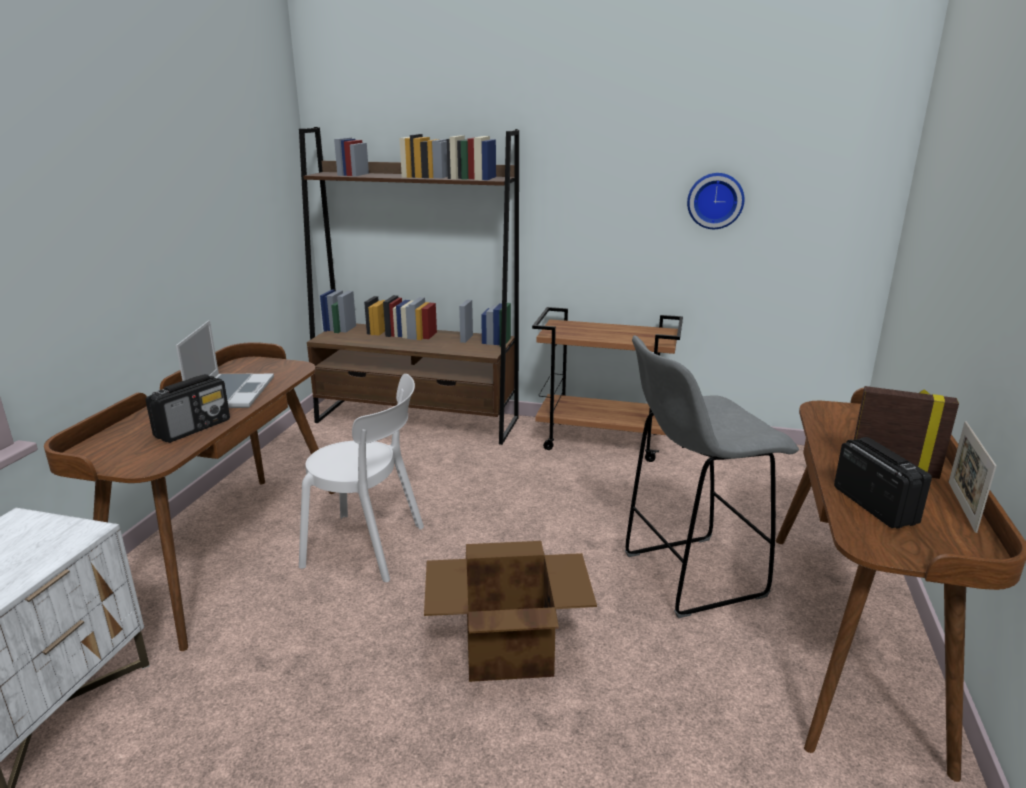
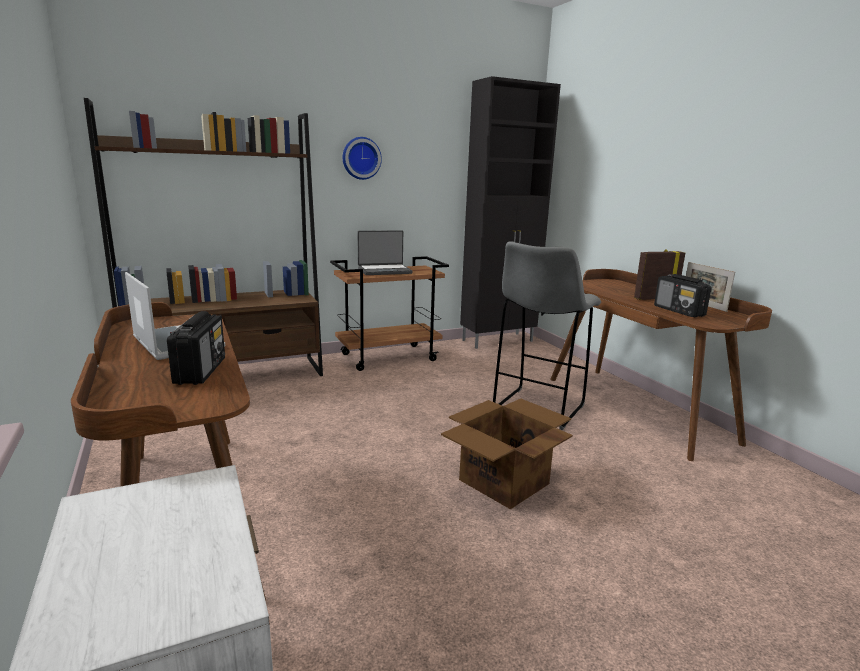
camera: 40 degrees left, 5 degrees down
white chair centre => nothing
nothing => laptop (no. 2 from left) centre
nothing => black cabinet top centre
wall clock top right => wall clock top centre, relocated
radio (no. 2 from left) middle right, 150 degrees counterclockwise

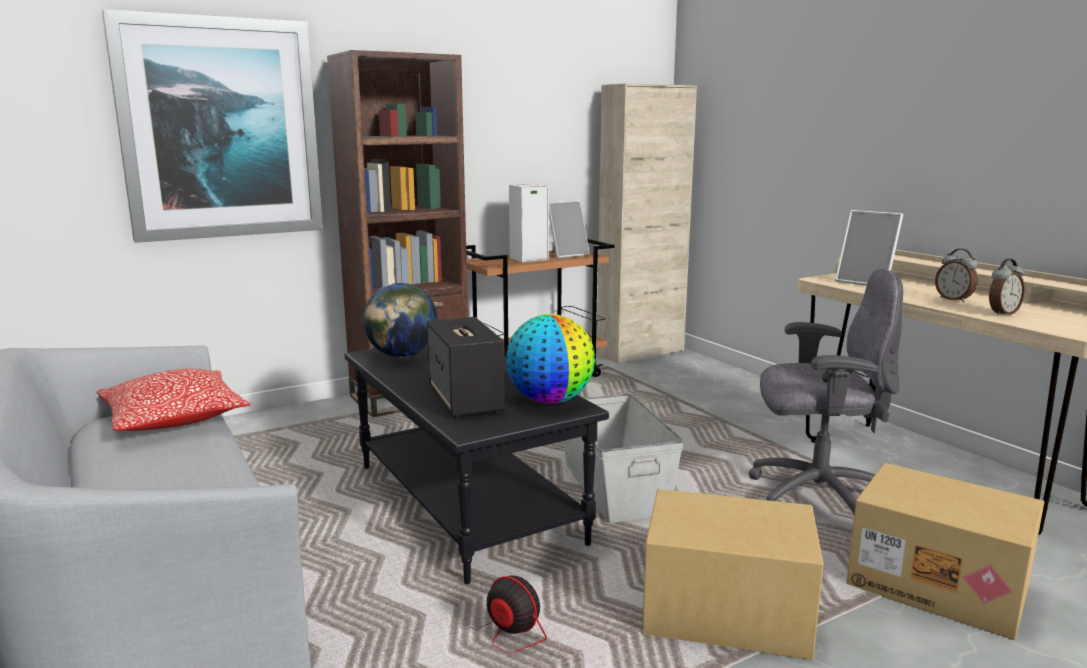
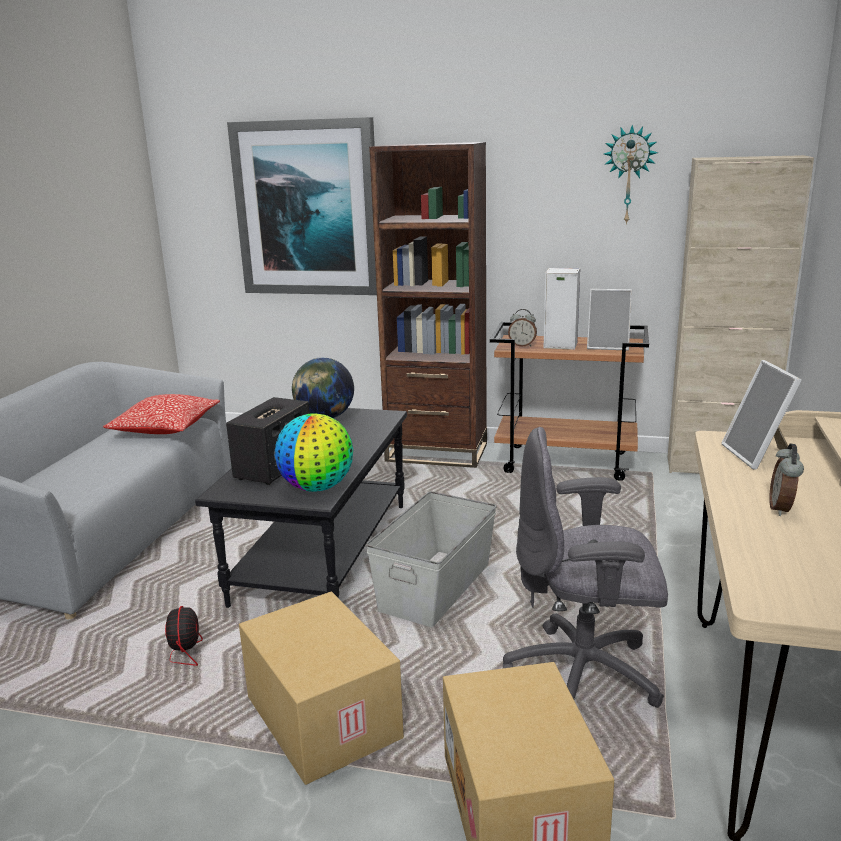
camera: 45 degrees right, 5 degrees up
nothing => wall clock top right
alarm clock (no. 2 from left in the first image) middle right => alarm clock (no. 1 from left) centre, relocated
grey office chair middle right => grey office chair bottom right, 135 degrees clockwise

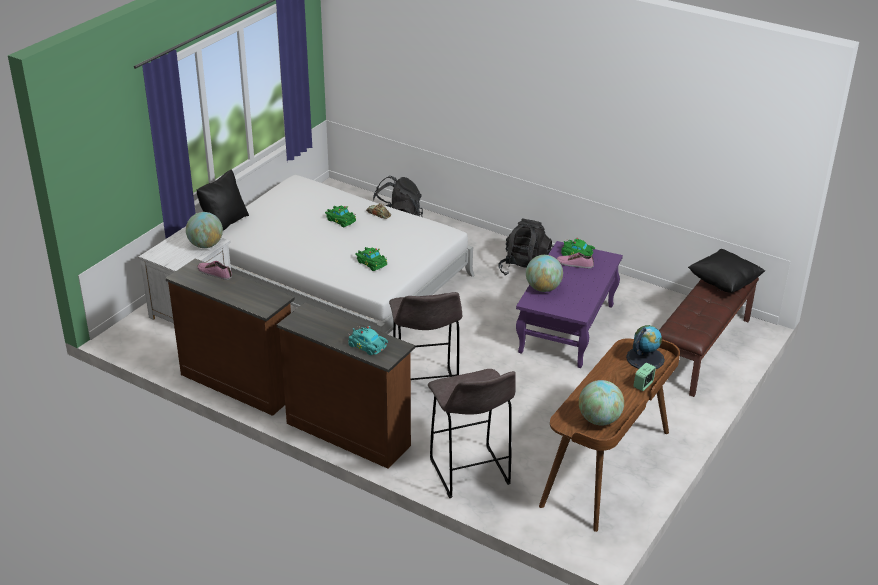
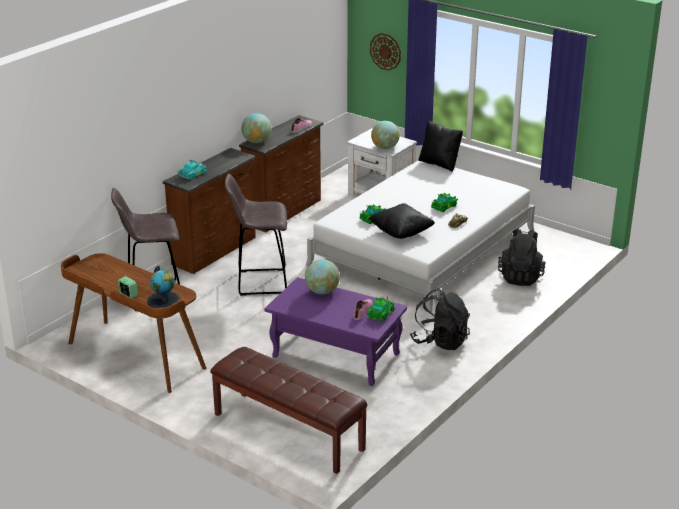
camera: 95 degrees right, 5 degrees down
nothing => wall clock top centre
globe (no. 3 from left in the first image) bottom right => globe (no. 2 from left) top centre, relocated
black pillow (no. 2 from left in the first image) middle right => black pillow (no. 1 from left) centre, relocated

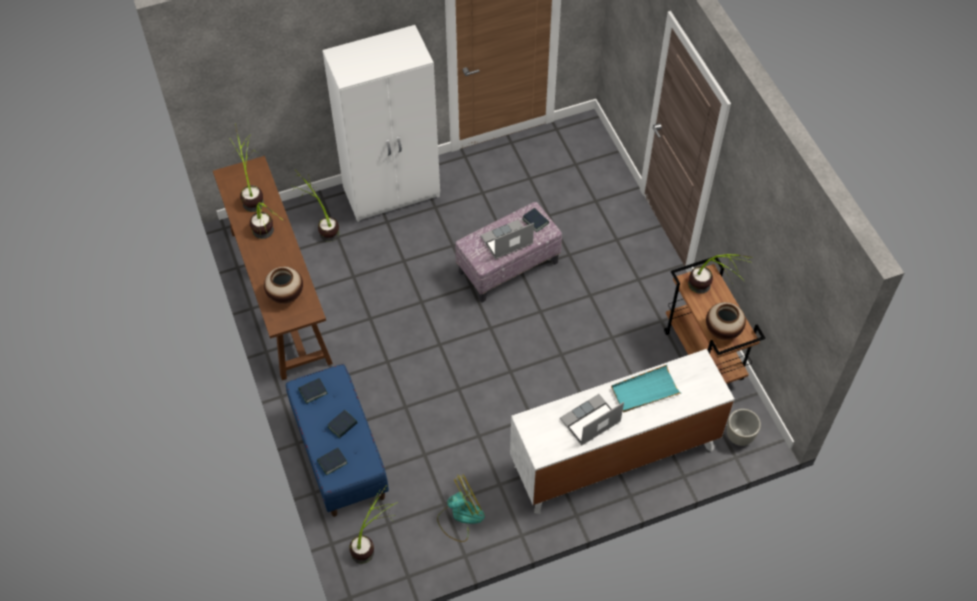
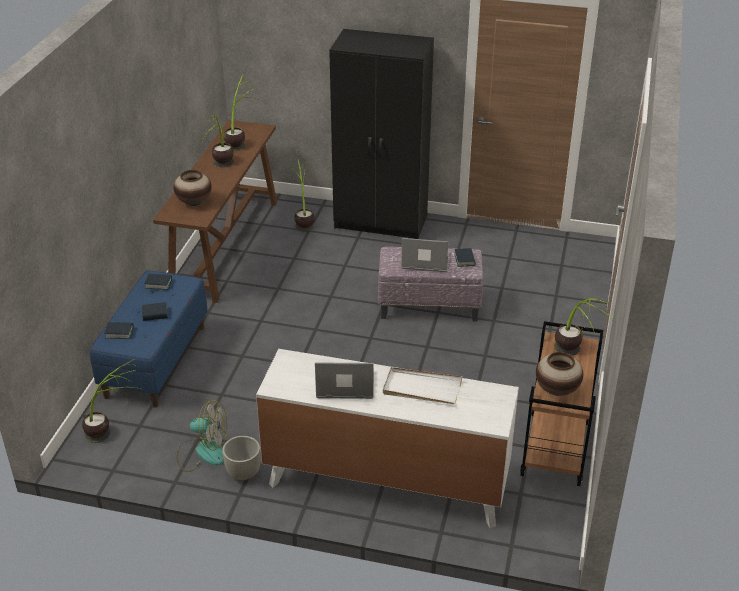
camera: 35 degrees right, 20 degrees down
grey planter bottom right => grey planter bottom left, relocated
white wardrobe top centre => black wardrobe top centre
turquoise tray centre => white tray centre

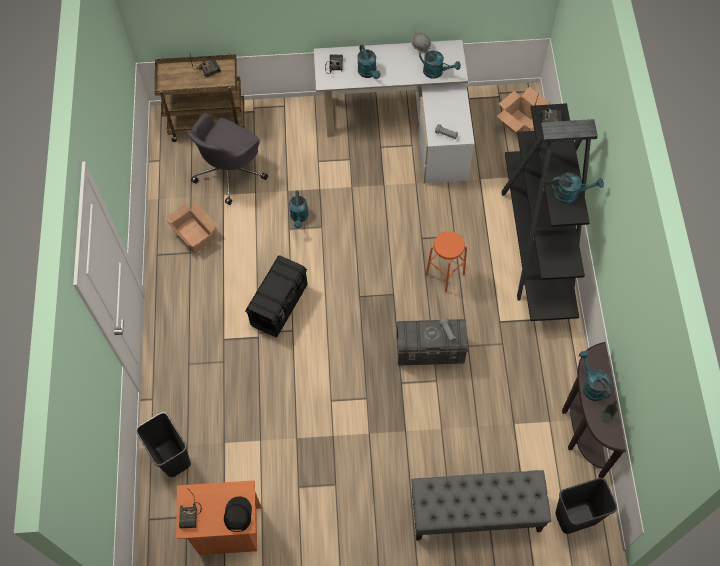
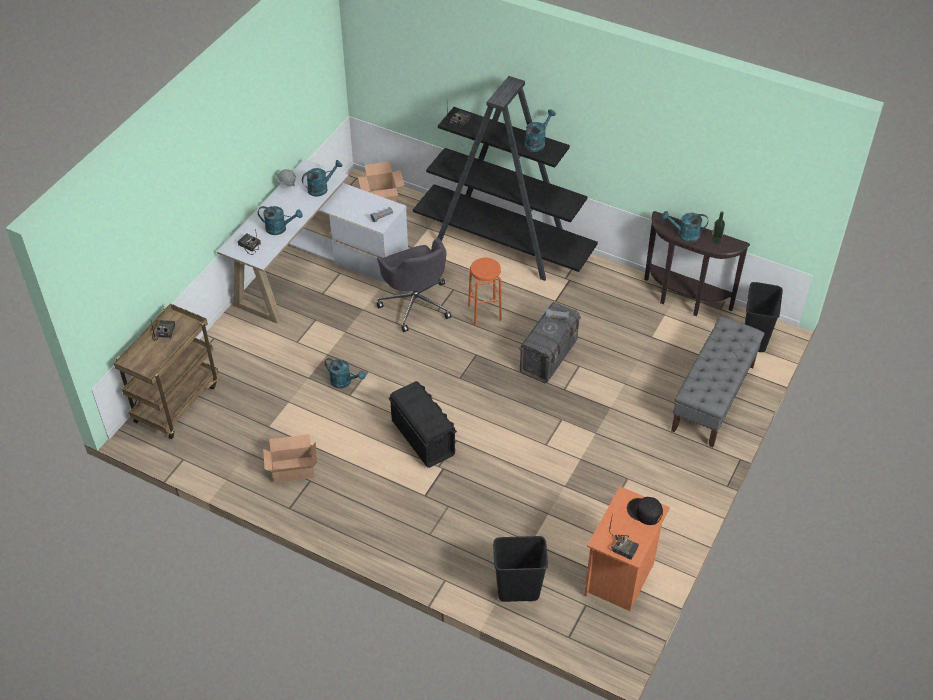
camera: 60 degrees left, 15 degrees down
grey office chair top left => grey office chair centre, relocated

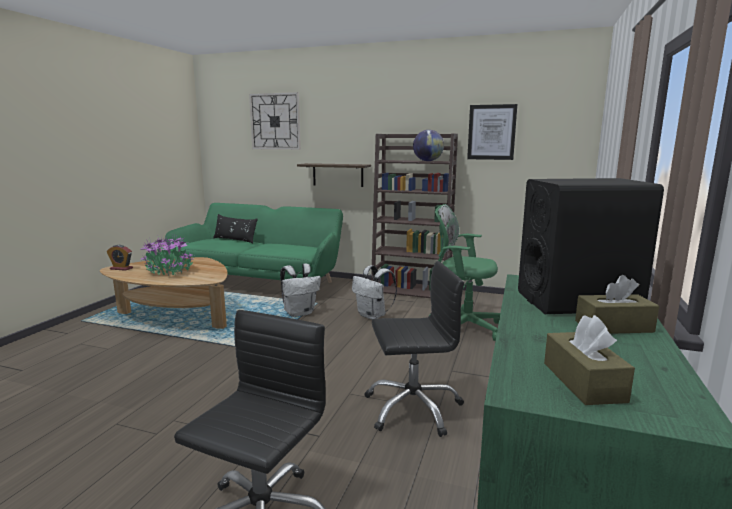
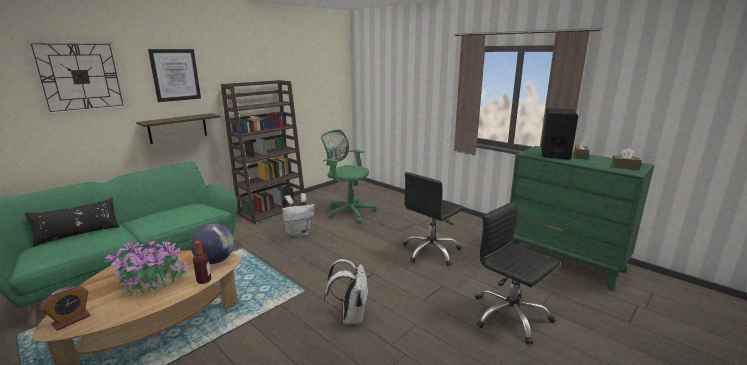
camera: 65 degrees left, 5 degrees up
nothing => bottle bottom left
white backpack (no. 1 from left in the first image) centre => white backpack (no. 2 from left) bottom centre, relocated
globe top centre => globe middle left, relocated
picture top right => picture top left, relocated
black office chair (no. 2 from left in the first image) bottom centre => black office chair (no. 1 from left) centre, 150 degrees counterclockwise
green office chair centre, 75 degrees clockwise

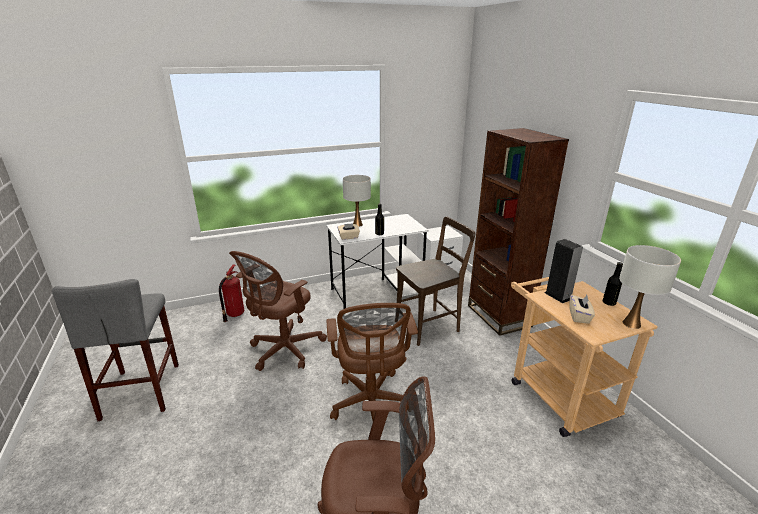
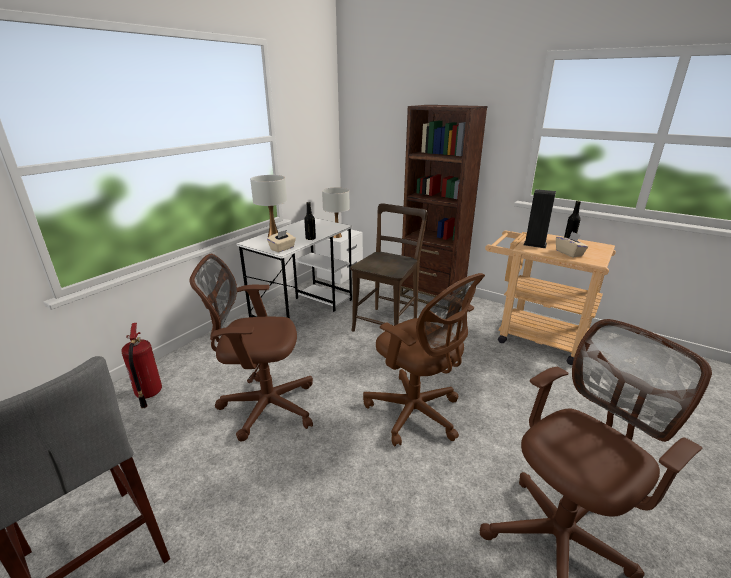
camera: 35 degrees left, 0 degrees up
white table lamp (no. 2 from left) middle right => white table lamp (no. 2 from left) centre, relocated
brown office chair (no. 1 from left) centre, 90 degrees clockwise

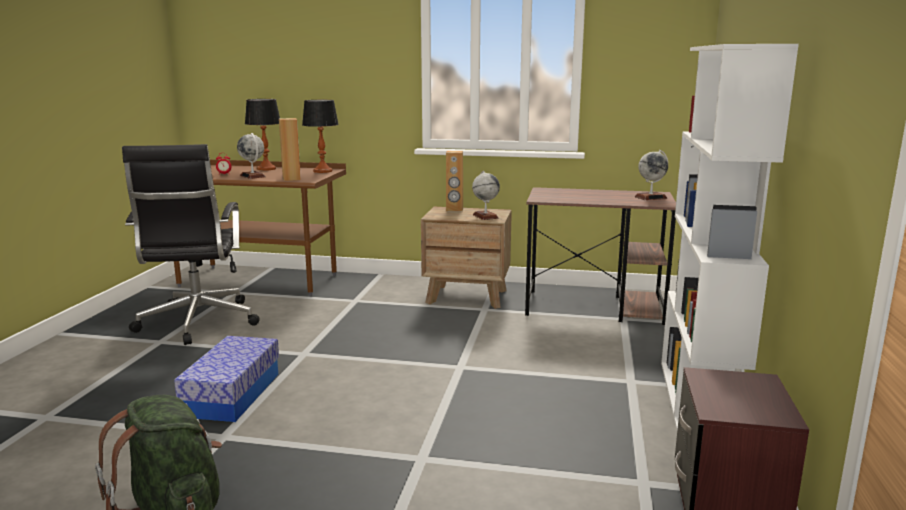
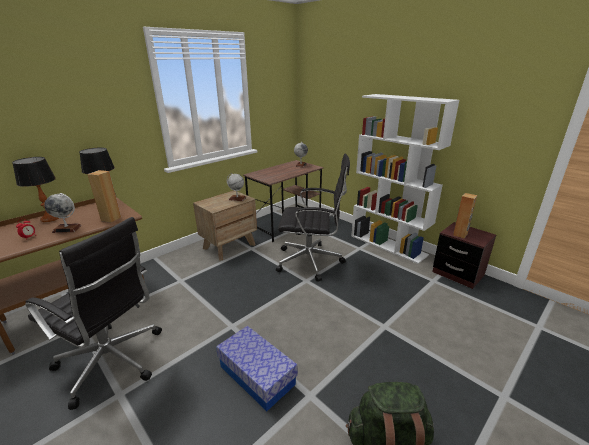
camera: 55 degrees left, 10 degrees up
nothing => black office chair (no. 2 from left) centre
brown speaker (no. 2 from left) centre => brown speaker (no. 2 from left) middle right, relocated

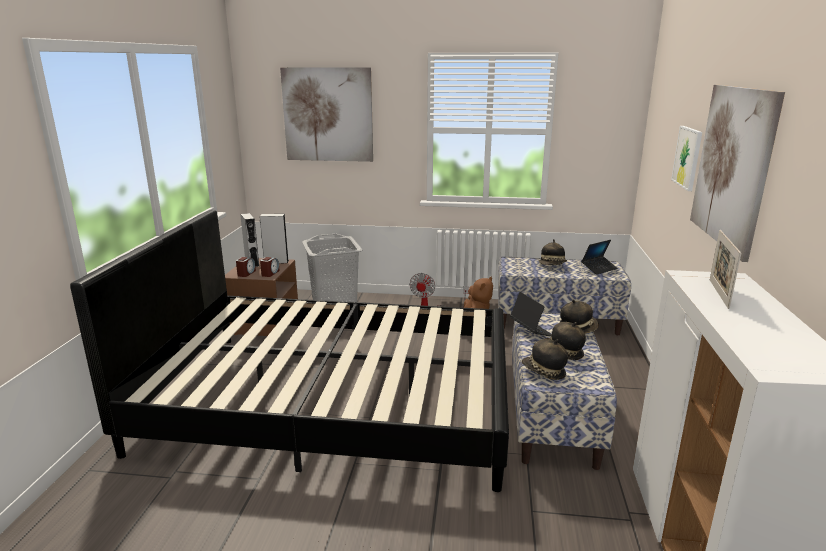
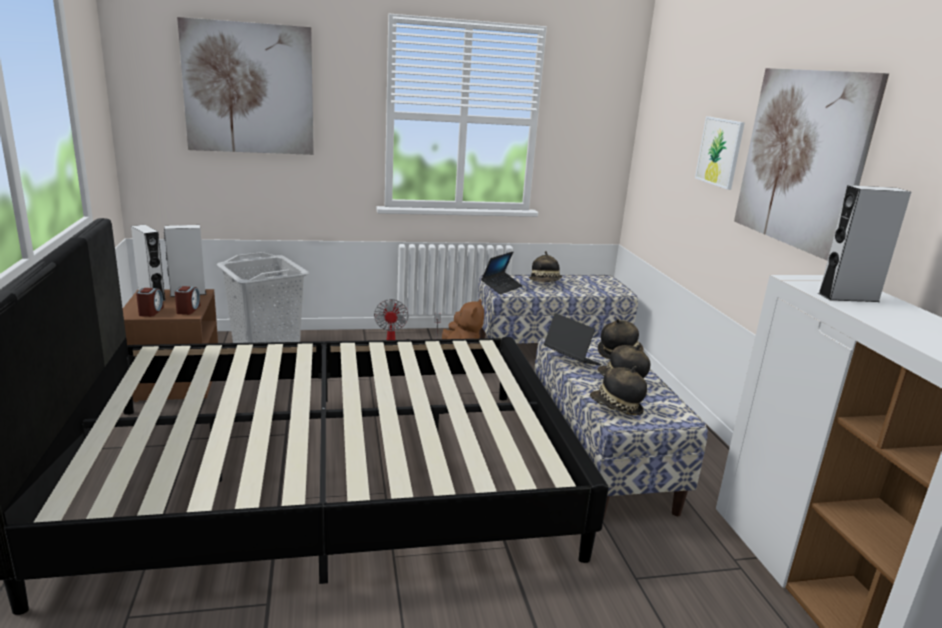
camera: 20 degrees left, 0 degrees up
laptop (no. 2 from left in the first image) middle right => laptop (no. 1 from left) centre, relocated
picture frame middle right => grey speaker (no. 3 from left) middle right

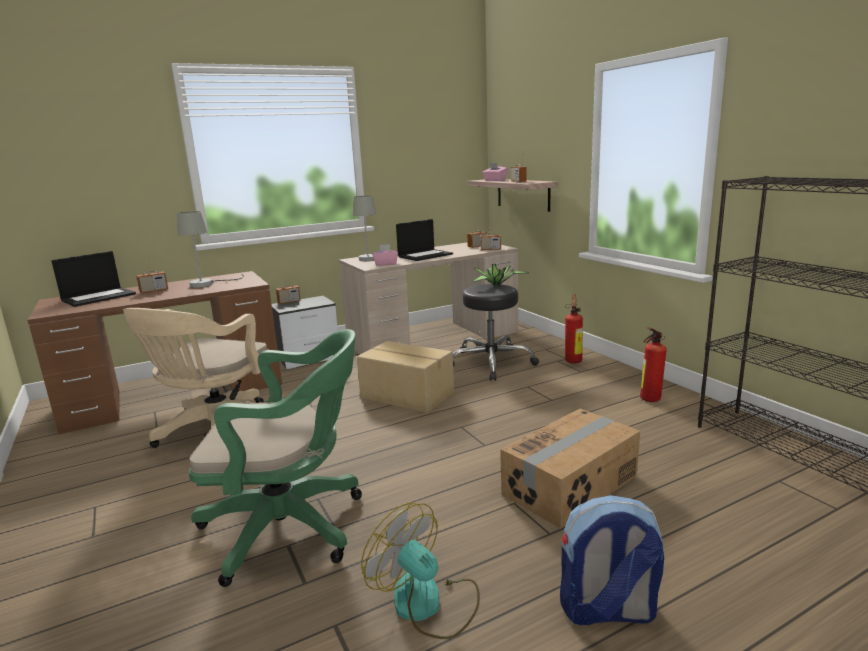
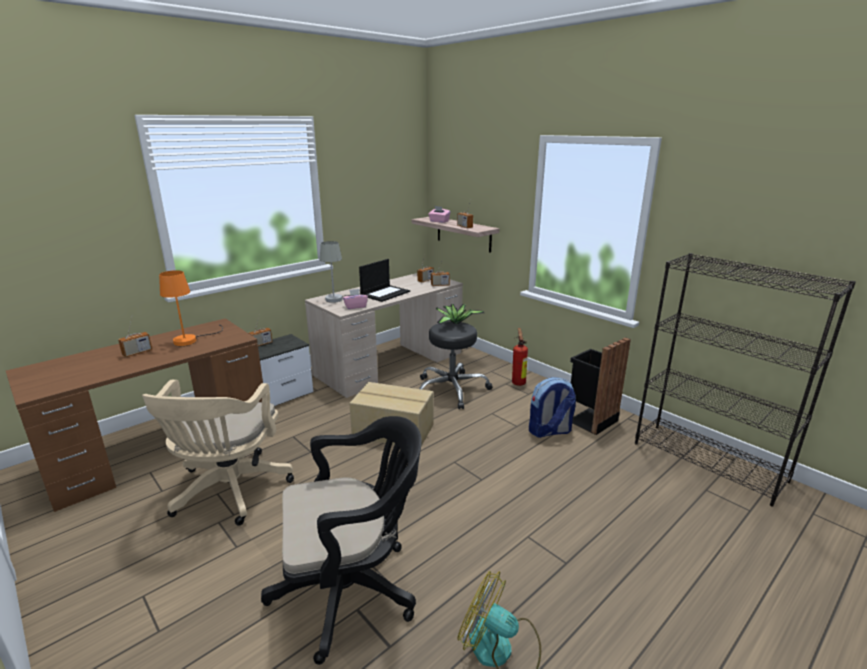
camera: 15 degrees left, 5 degrees up
laptop (no. 1 from left) middle left => nothing
cardboard box (no. 2 from left) bottom centre => nothing
backpack bottom right => backpack centre, relocated
fire extinguisher (no. 2 from left) middle right => black trash can middle right
grey table lamp (no. 1 from left) middle left => orange table lamp middle left
green office chair bottom left => black office chair bottom centre

